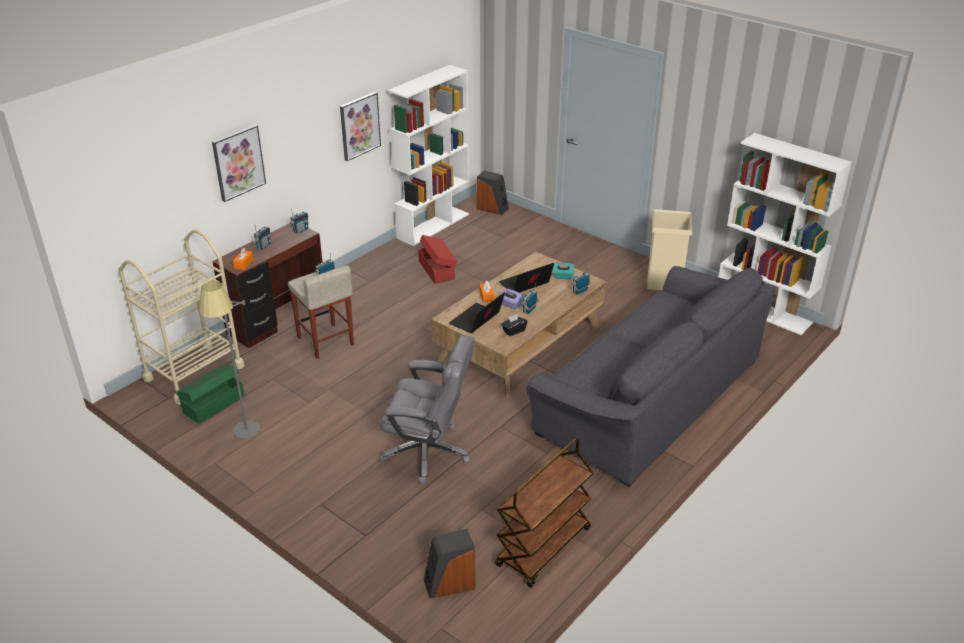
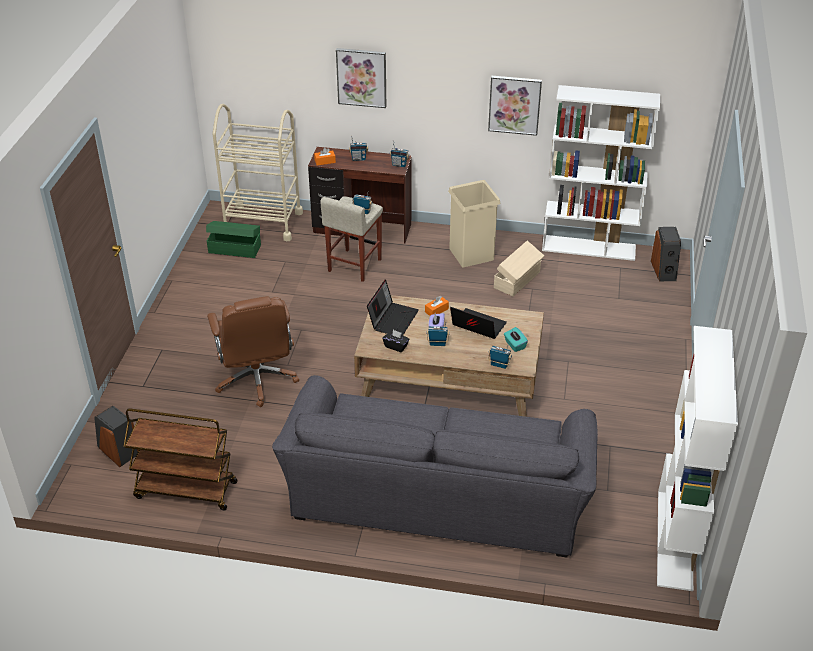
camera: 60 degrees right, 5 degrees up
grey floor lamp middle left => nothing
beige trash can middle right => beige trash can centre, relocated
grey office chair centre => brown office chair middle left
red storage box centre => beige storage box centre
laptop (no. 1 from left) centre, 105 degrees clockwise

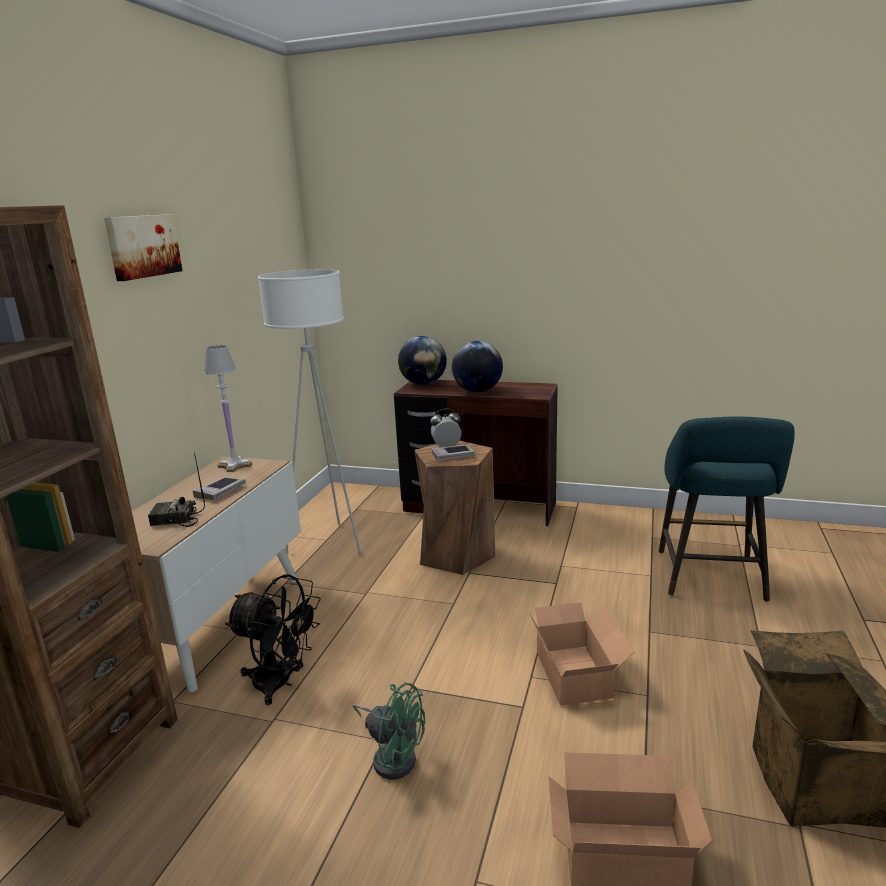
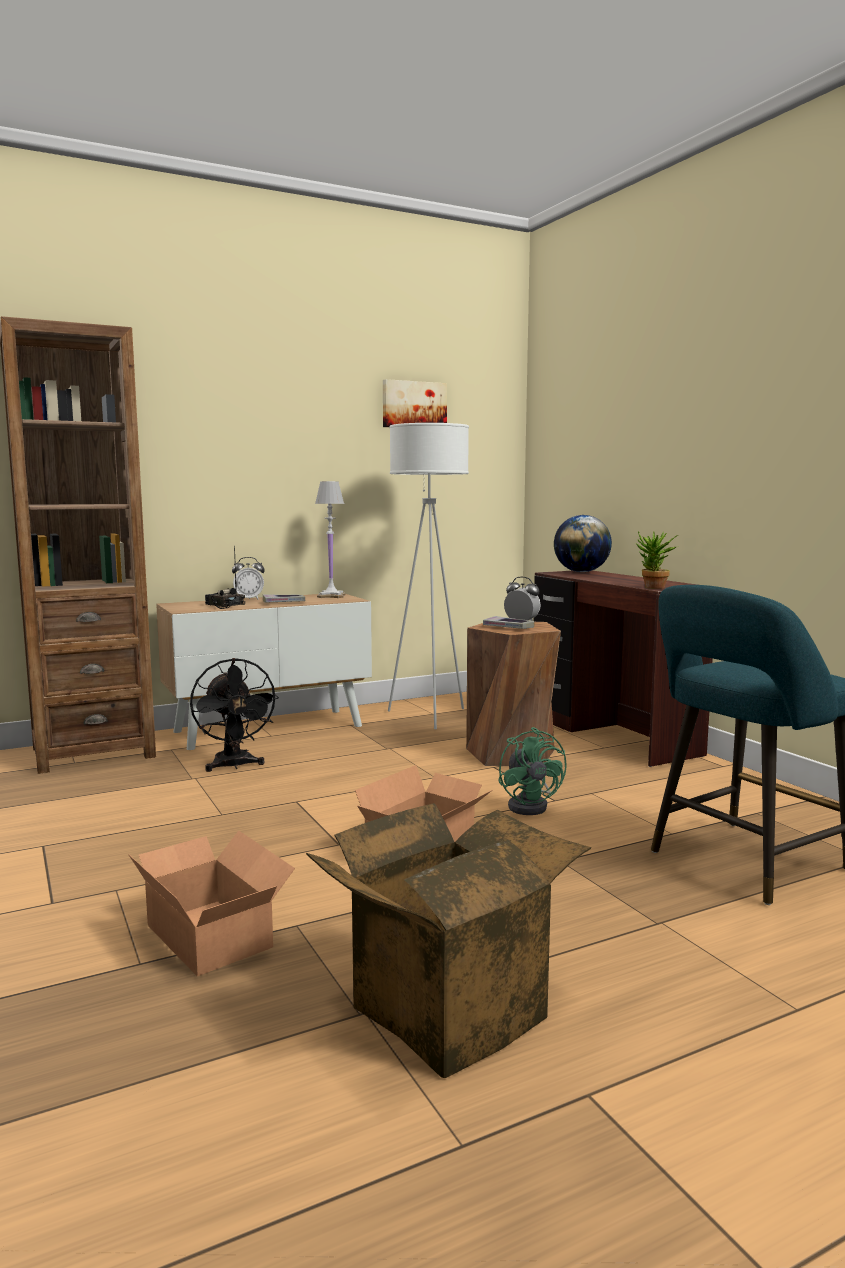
camera: 45 degrees right, 10 degrees down
globe (no. 2 from left) centre => nothing
nothing => alarm clock (no. 1 from left) middle left
nothing => potted plant middle right
picture top left => picture top centre, relocated
green fan bottom centre => green fan centre, relocated

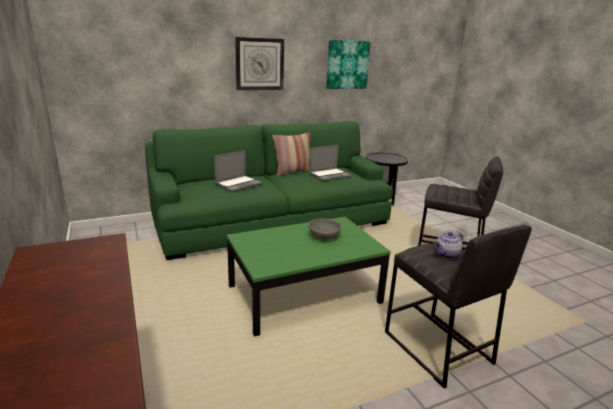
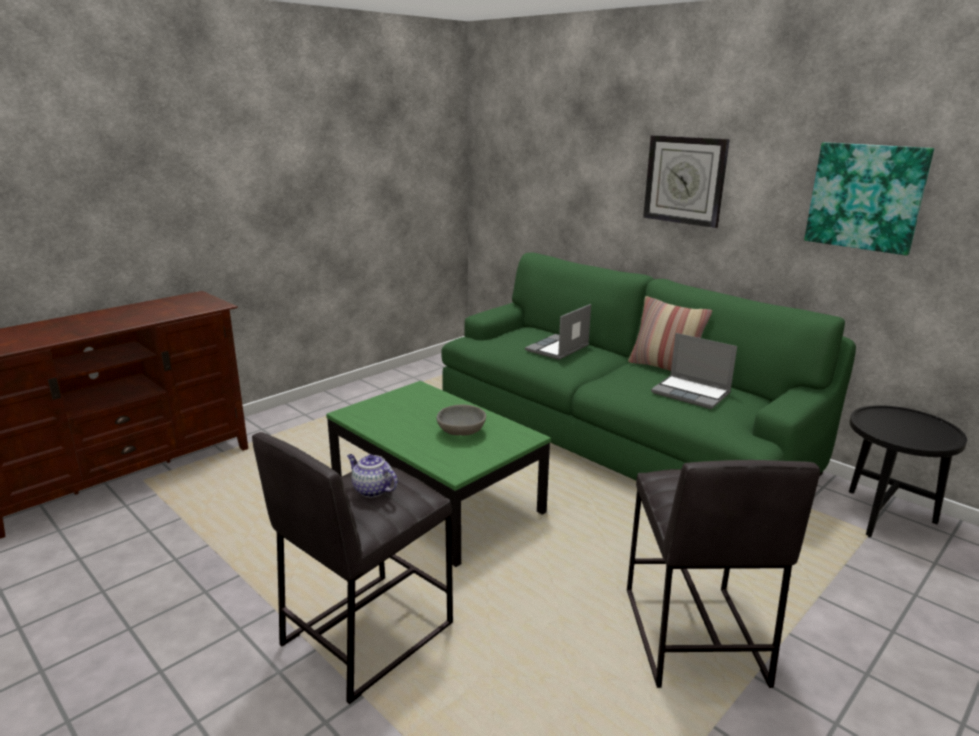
camera: 70 degrees right, 0 degrees up
laptop (no. 1 from left) centre, 105 degrees clockwise

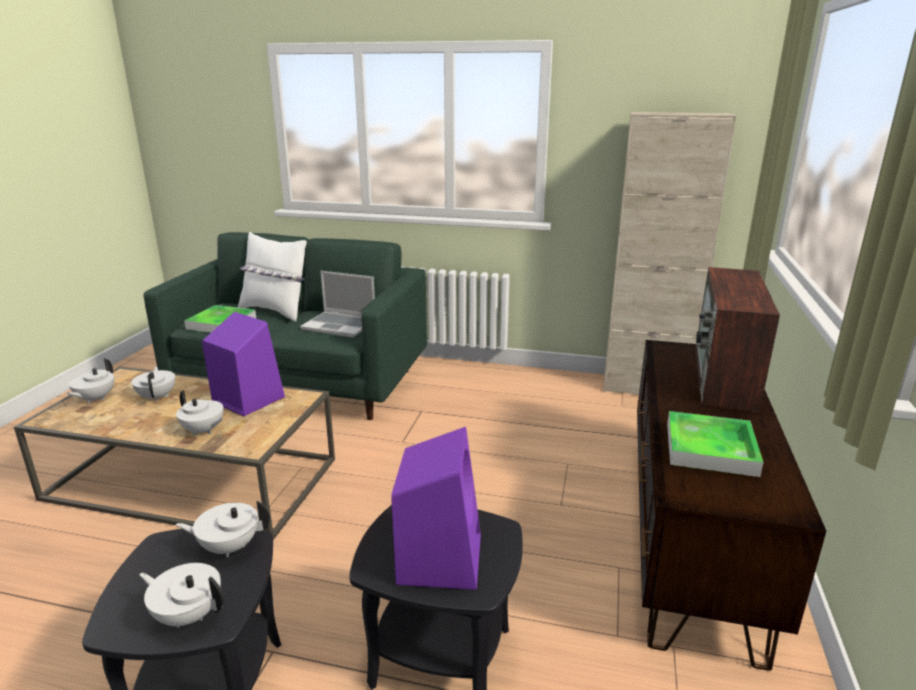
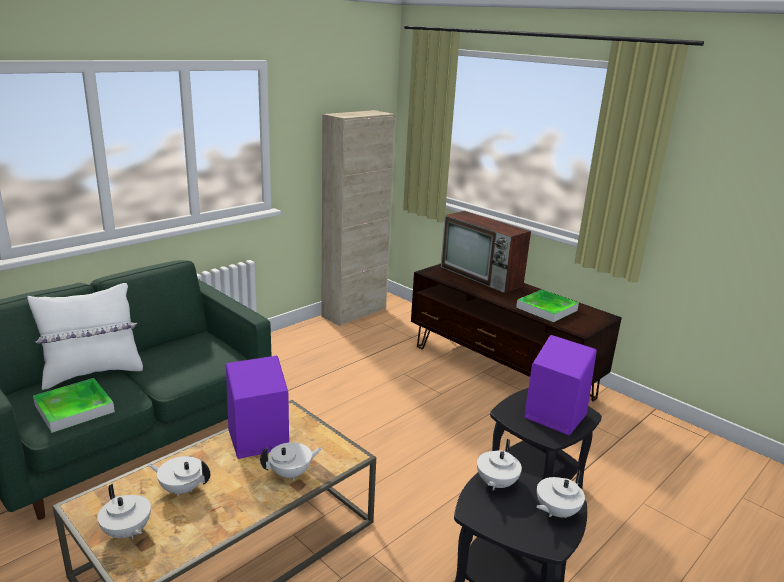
camera: 60 degrees left, 0 degrees up
laptop centre => nothing

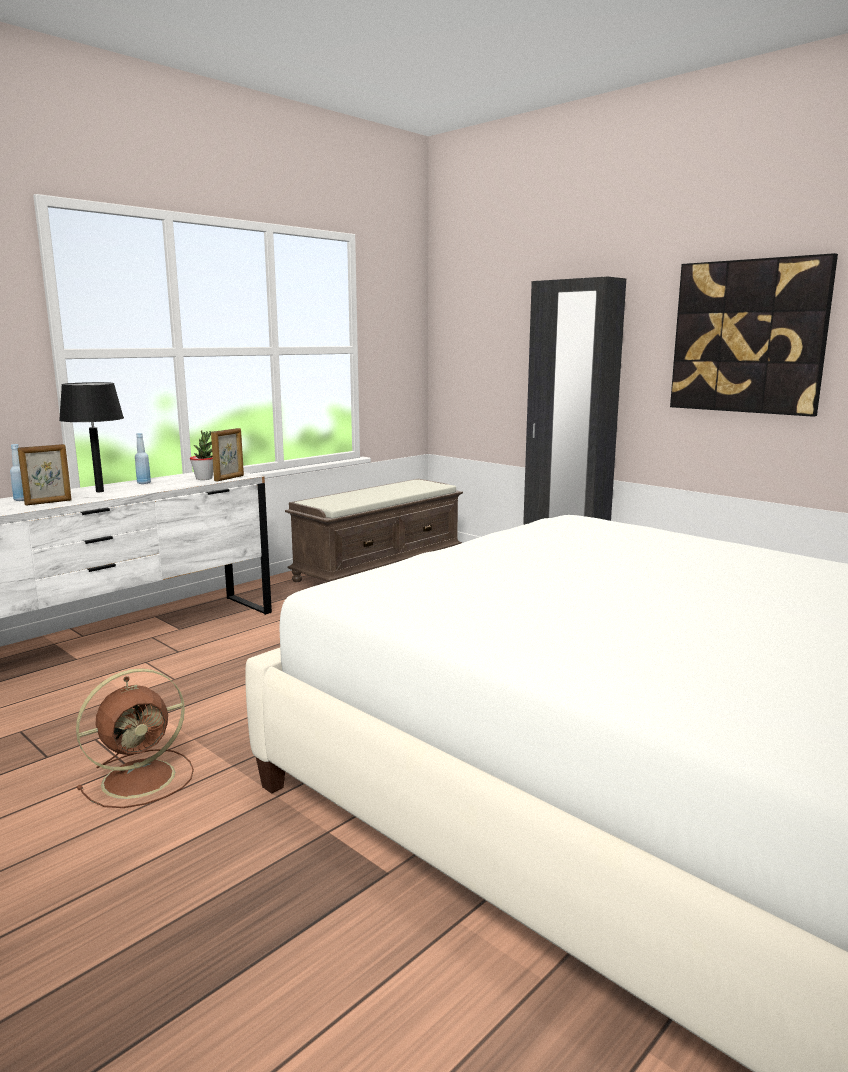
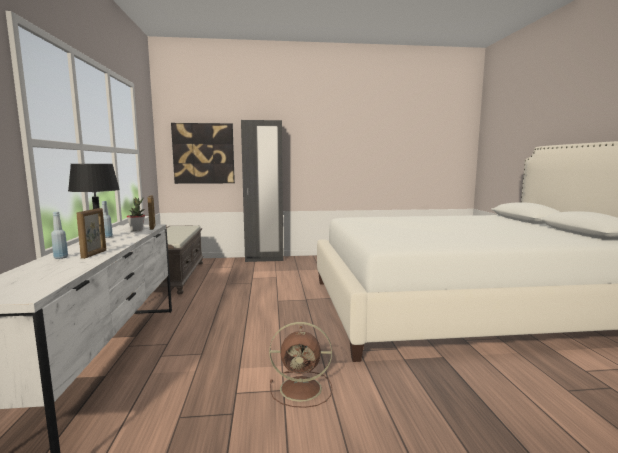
camera: 50 degrees left, 5 degrees down
picture top right => picture middle left, relocated
brown fan bottom left => brown fan bottom centre, 90 degrees clockwise

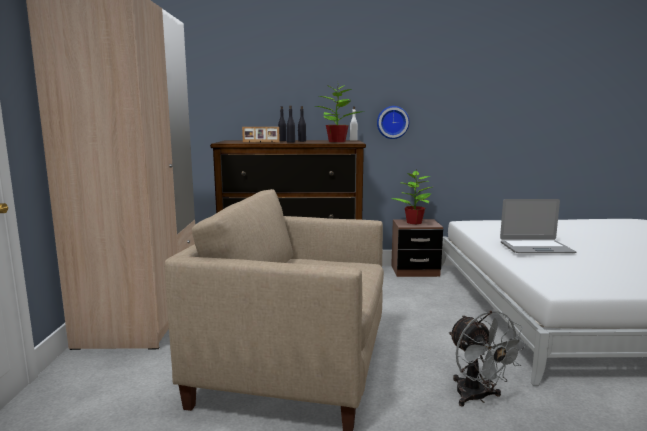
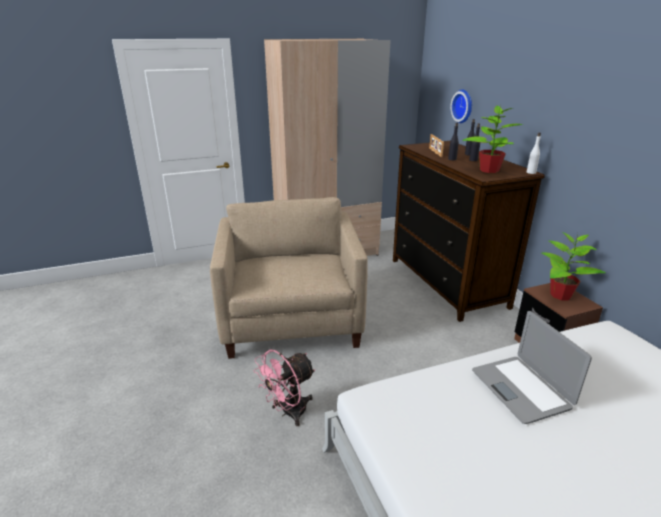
camera: 70 degrees right, 15 degrees up
wall clock top centre => wall clock top right, relocated
grey fan bottom right => pink fan bottom centre

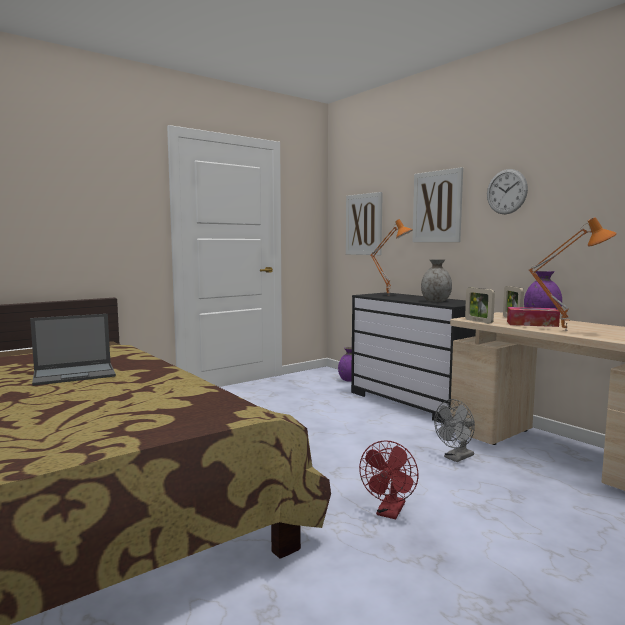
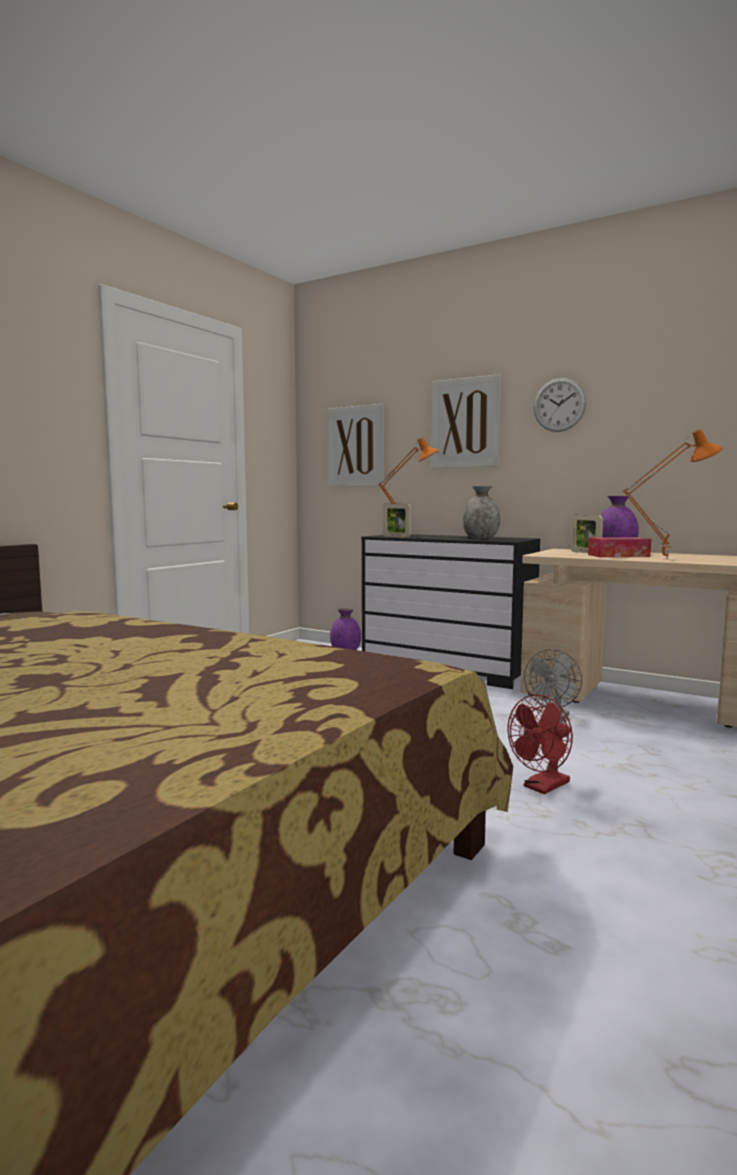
camera: 20 degrees left, 0 degrees up
laptop middle left => nothing
picture frame (no. 1 from left) middle right => picture frame (no. 1 from left) centre, relocated
red fan bottom centre => red fan middle right, 45 degrees clockwise

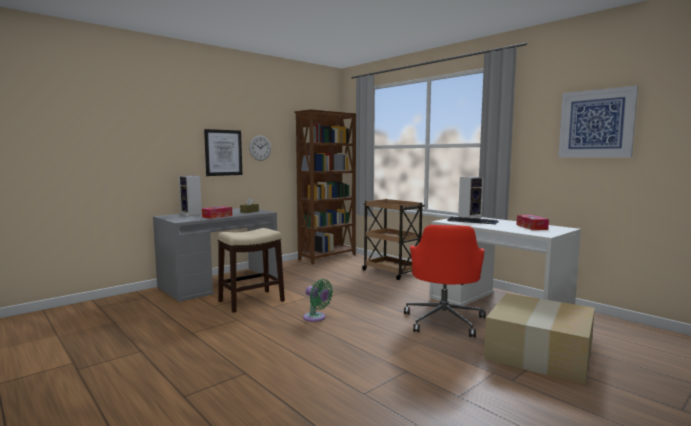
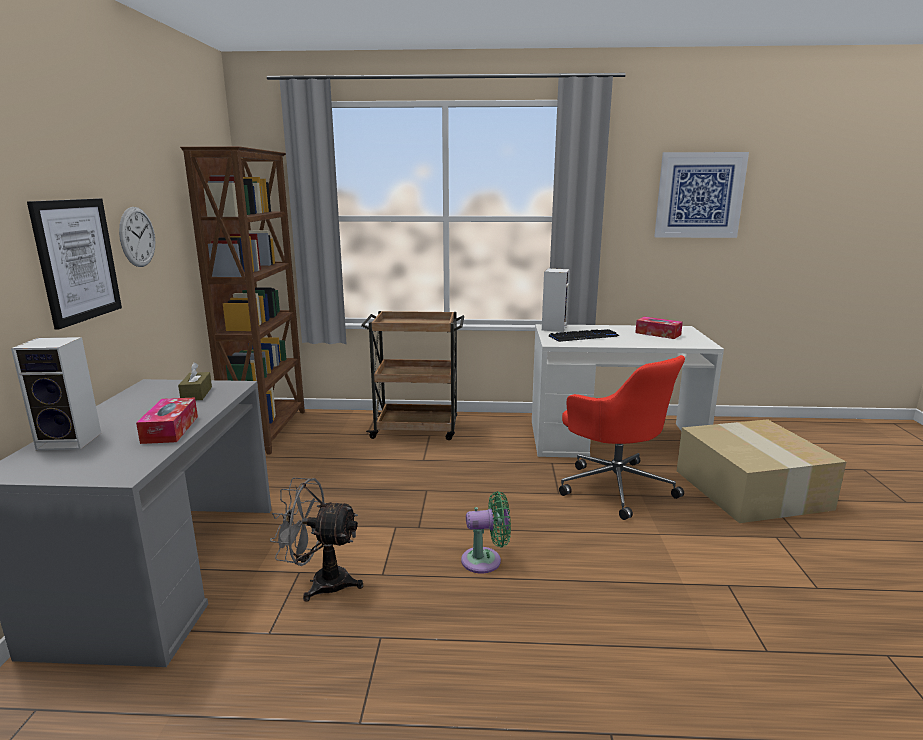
camera: 45 degrees left, 10 degrees up
stool centre => grey fan bottom centre

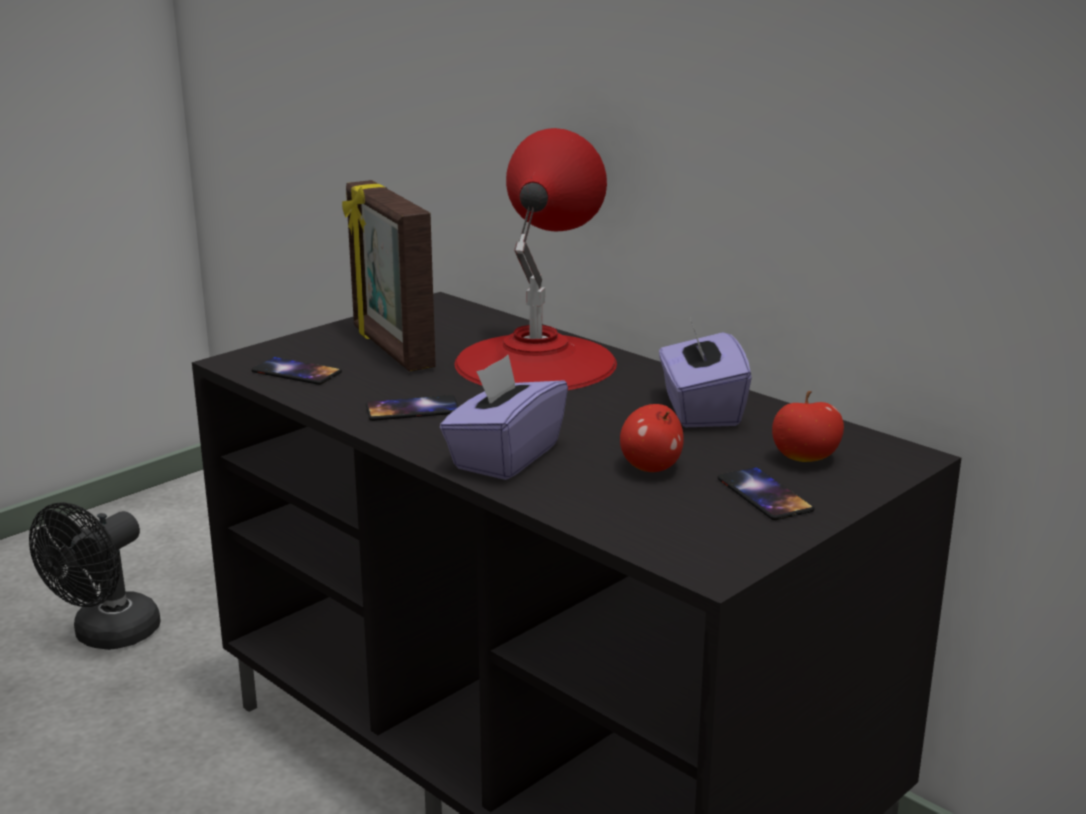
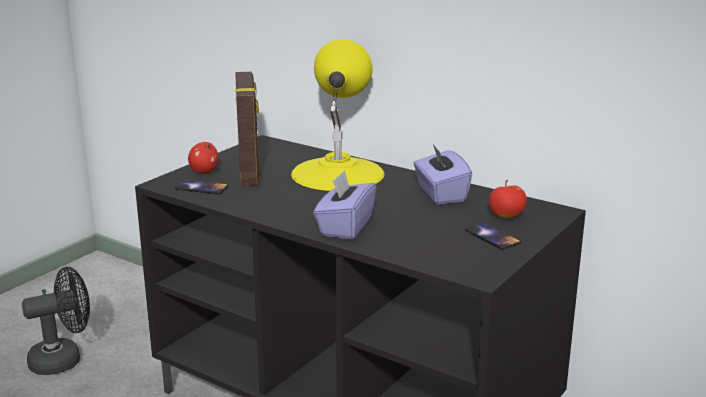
camera: 10 degrees left, 0 degrees up
phone (no. 2 from left) centre => nothing
apple (no. 1 from left) centre => apple (no. 1 from left) middle left, relocated
red table lamp top centre => yellow table lamp top centre
black fan bottom left, 135 degrees counterclockwise
picture frame centre => picture frame top centre, 150 degrees counterclockwise

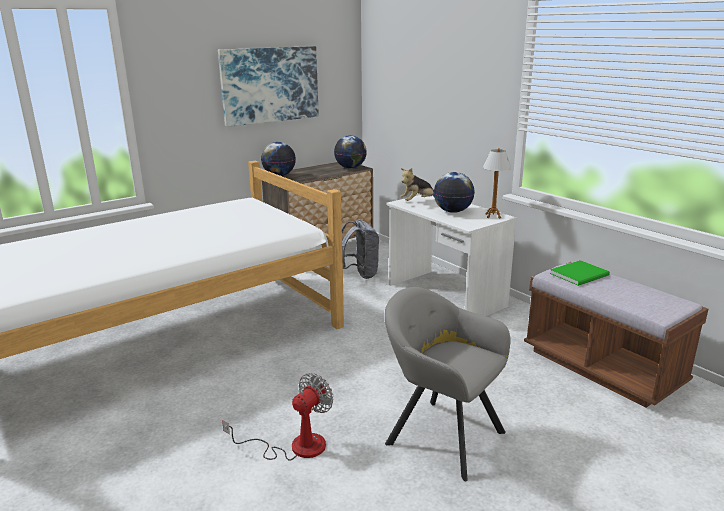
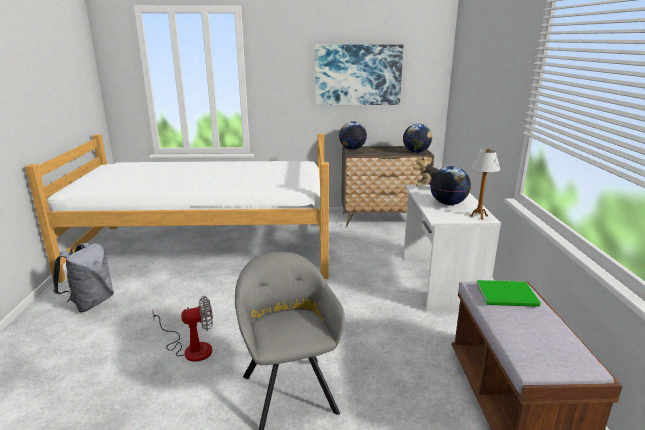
camera: 35 degrees right, 0 degrees up
grey backpack centre => grey backpack middle left, relocated

